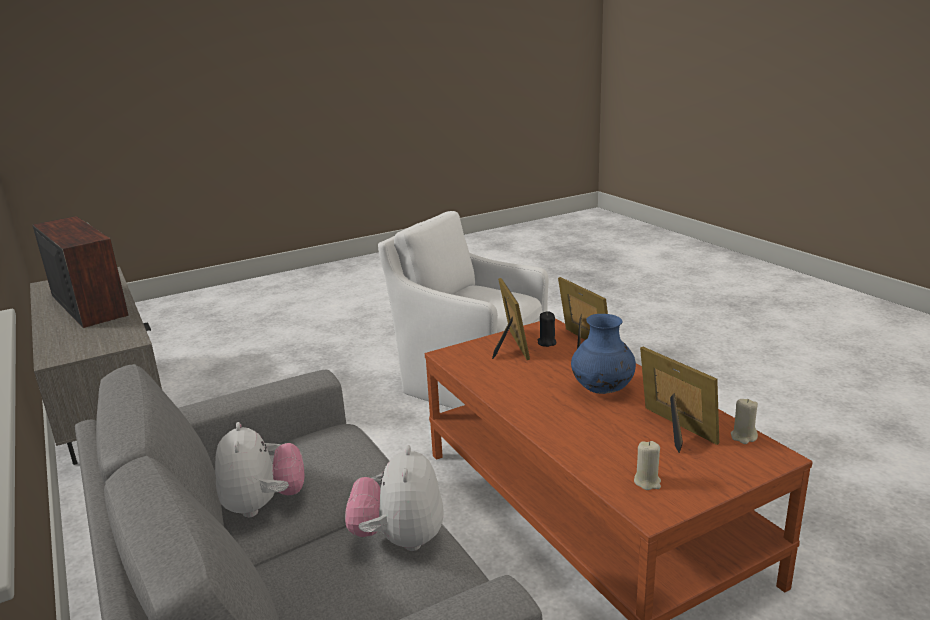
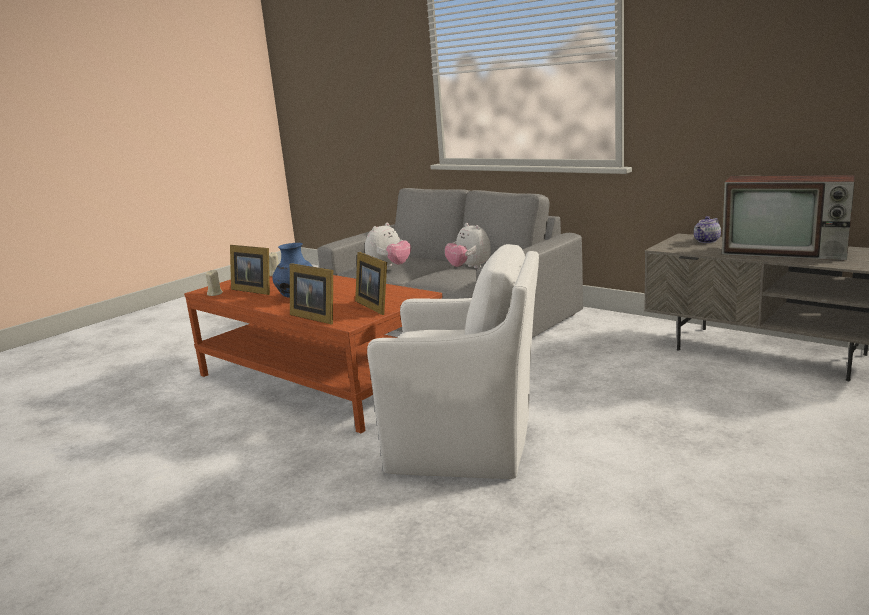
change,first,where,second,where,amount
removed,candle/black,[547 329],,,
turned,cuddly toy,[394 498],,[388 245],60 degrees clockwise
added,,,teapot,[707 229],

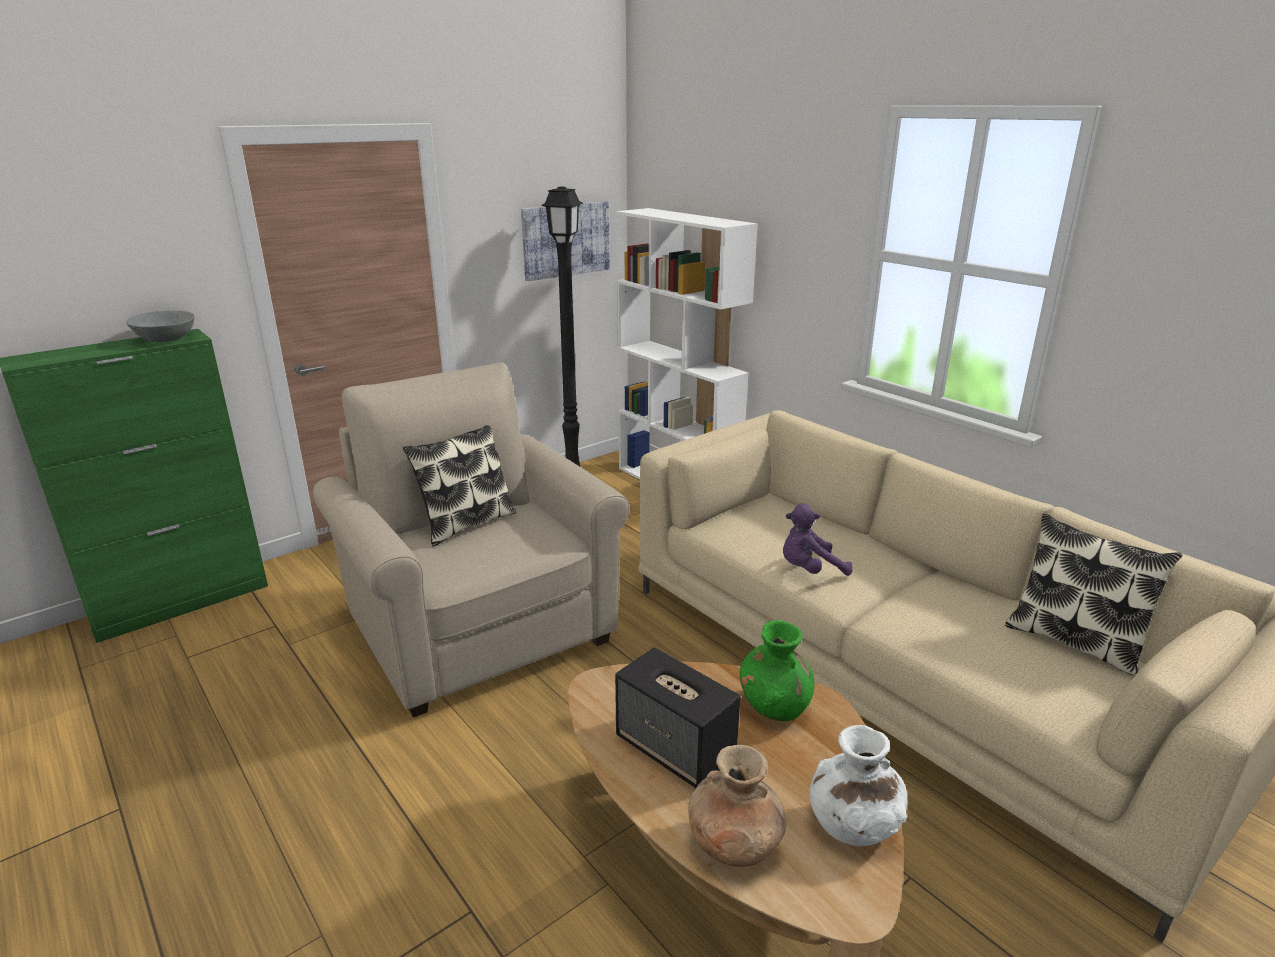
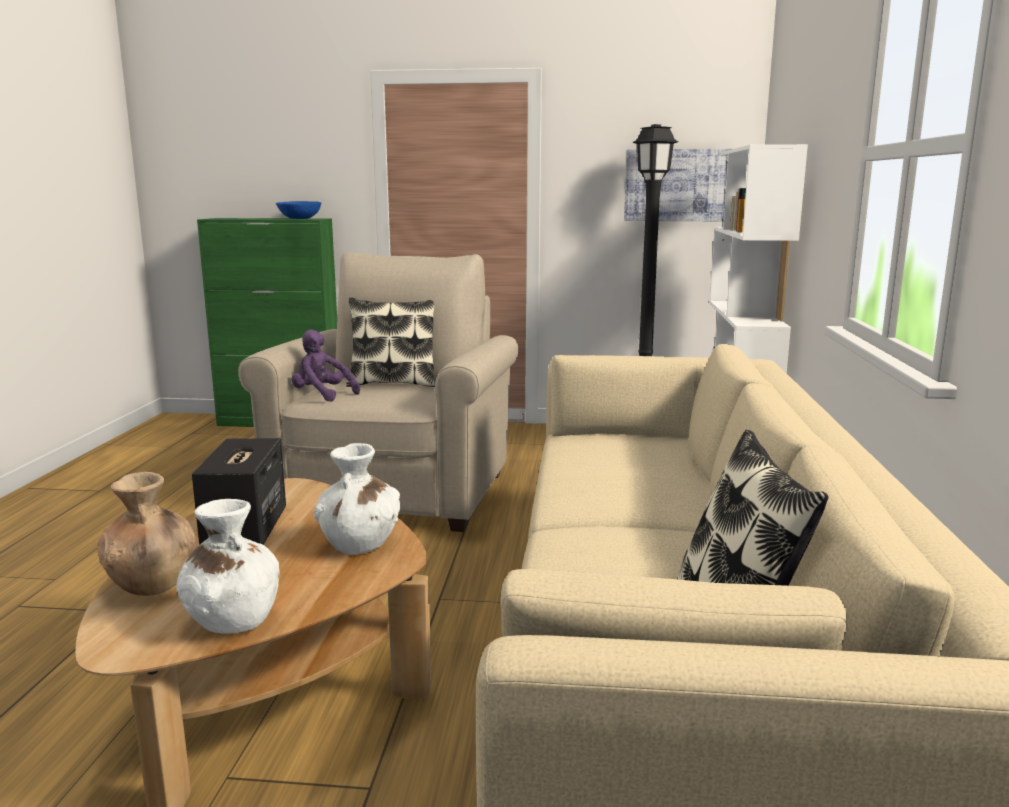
change,first,where,second,where,amount
recoloured,bowl/grey,[160 326],bowl/blue,[298 210],
moved,cuddly toy/purplish,[817 540],,[325 365],
recoloured,flower vase/green-coloured,[777 670],flower vase/whitish,[357 499],

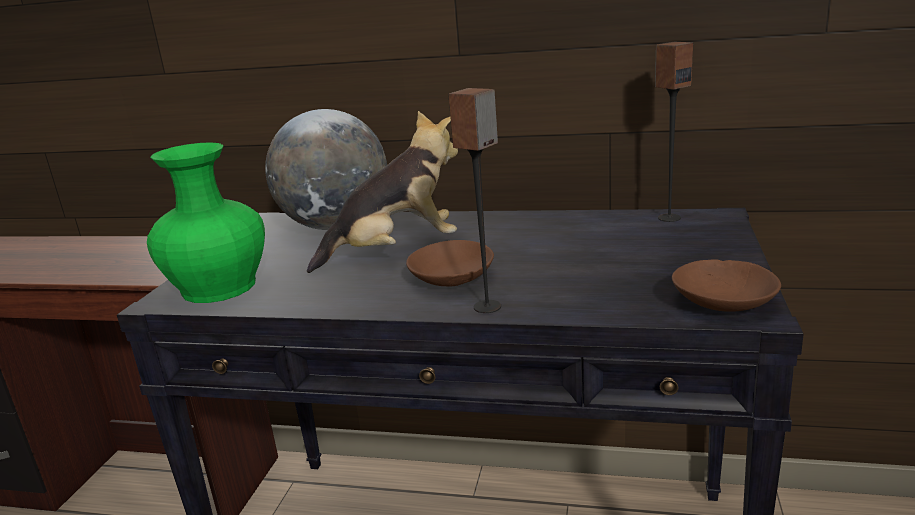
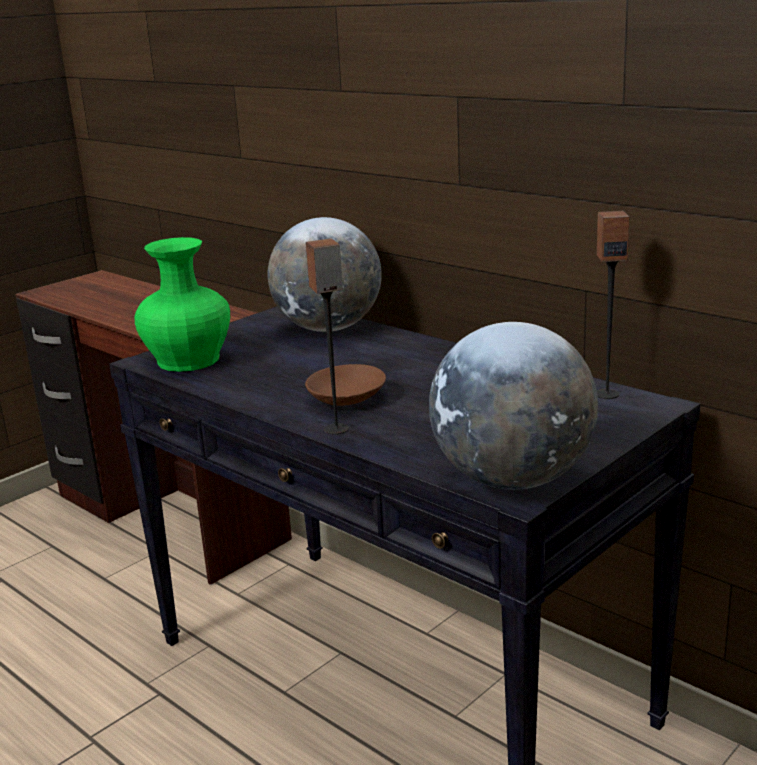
change,first,where,second,where,amount
removed,cuddly toy,[382 192],,,
replaced,bowl/brownish,[726 285],world globe,[513 406],

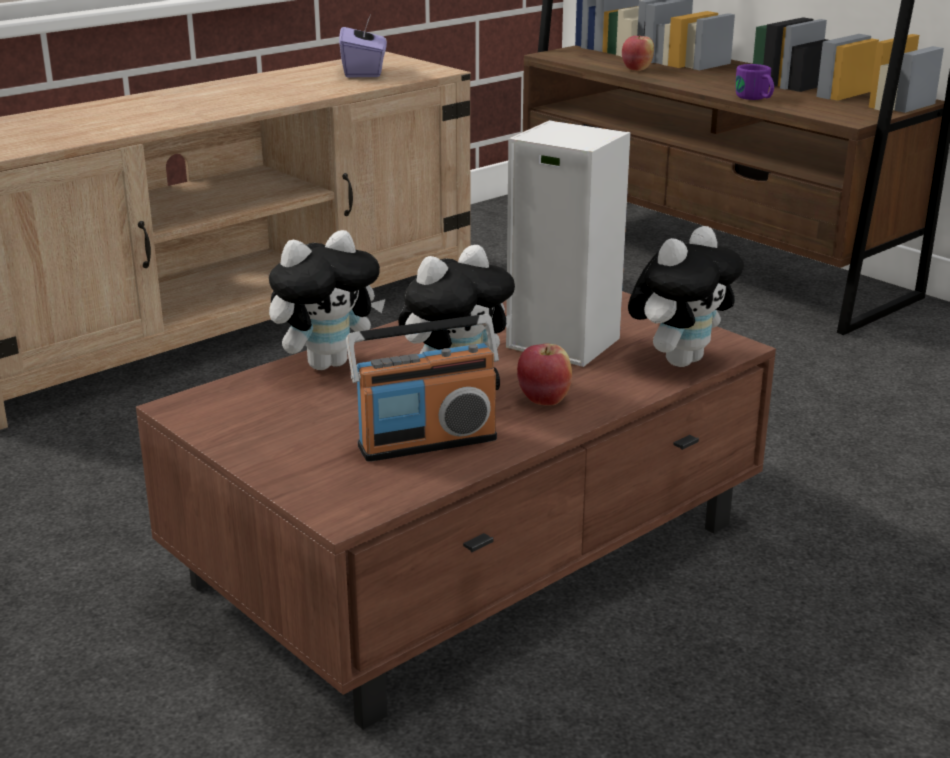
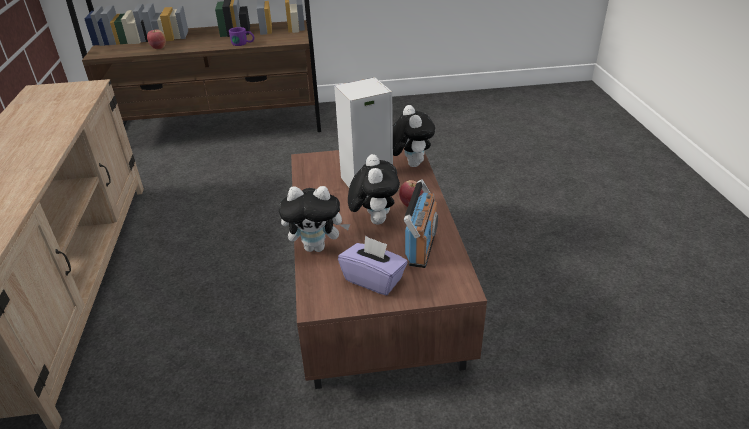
change,first,where,second,where,amount
moved,box of tissues/purplish,[363 46],,[373 265],
turned,cuddly toy,[327 300],,[314 219],90 degrees clockwise

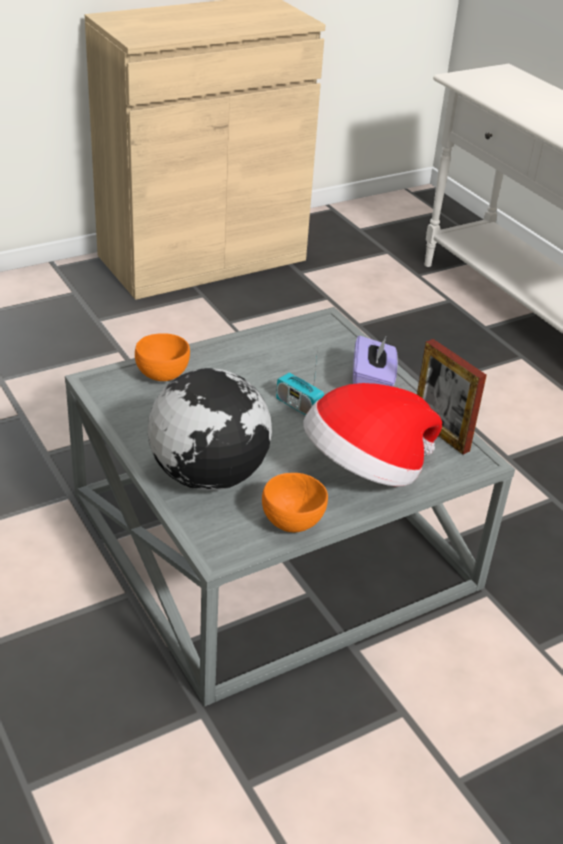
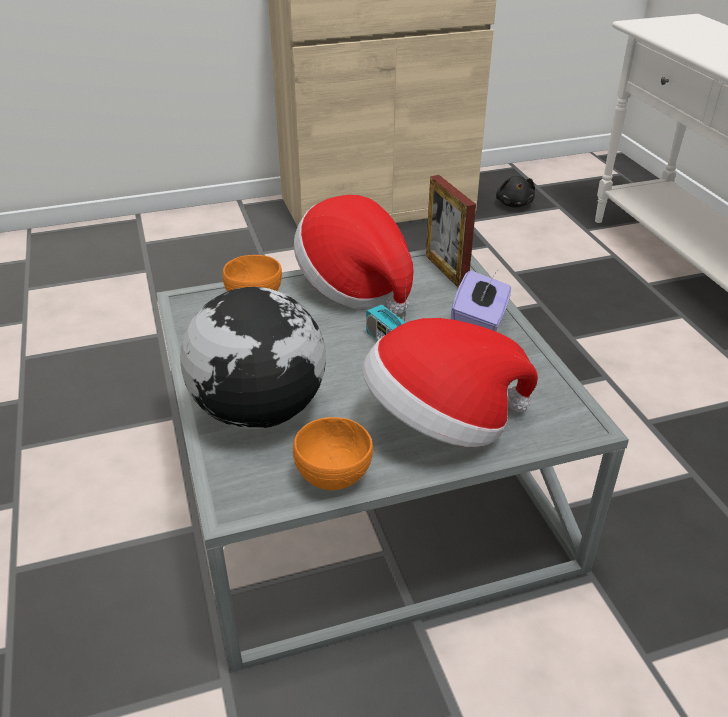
change,first,where,second,where,amount
moved,standing frame,[452 396],,[451 231],
added,,,cuddly toy/black,[515 192],
added,,,wearable hat,[353 254],

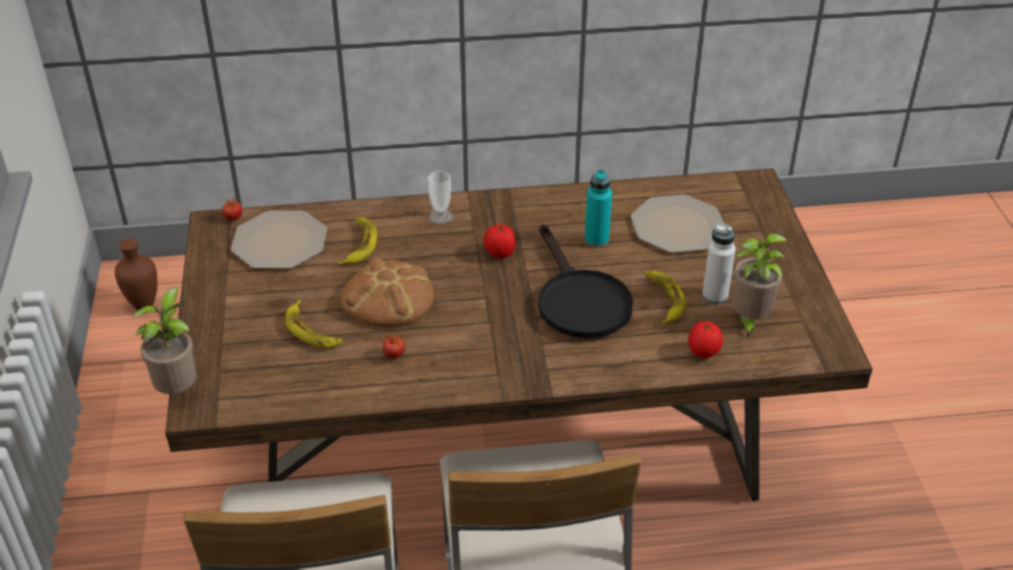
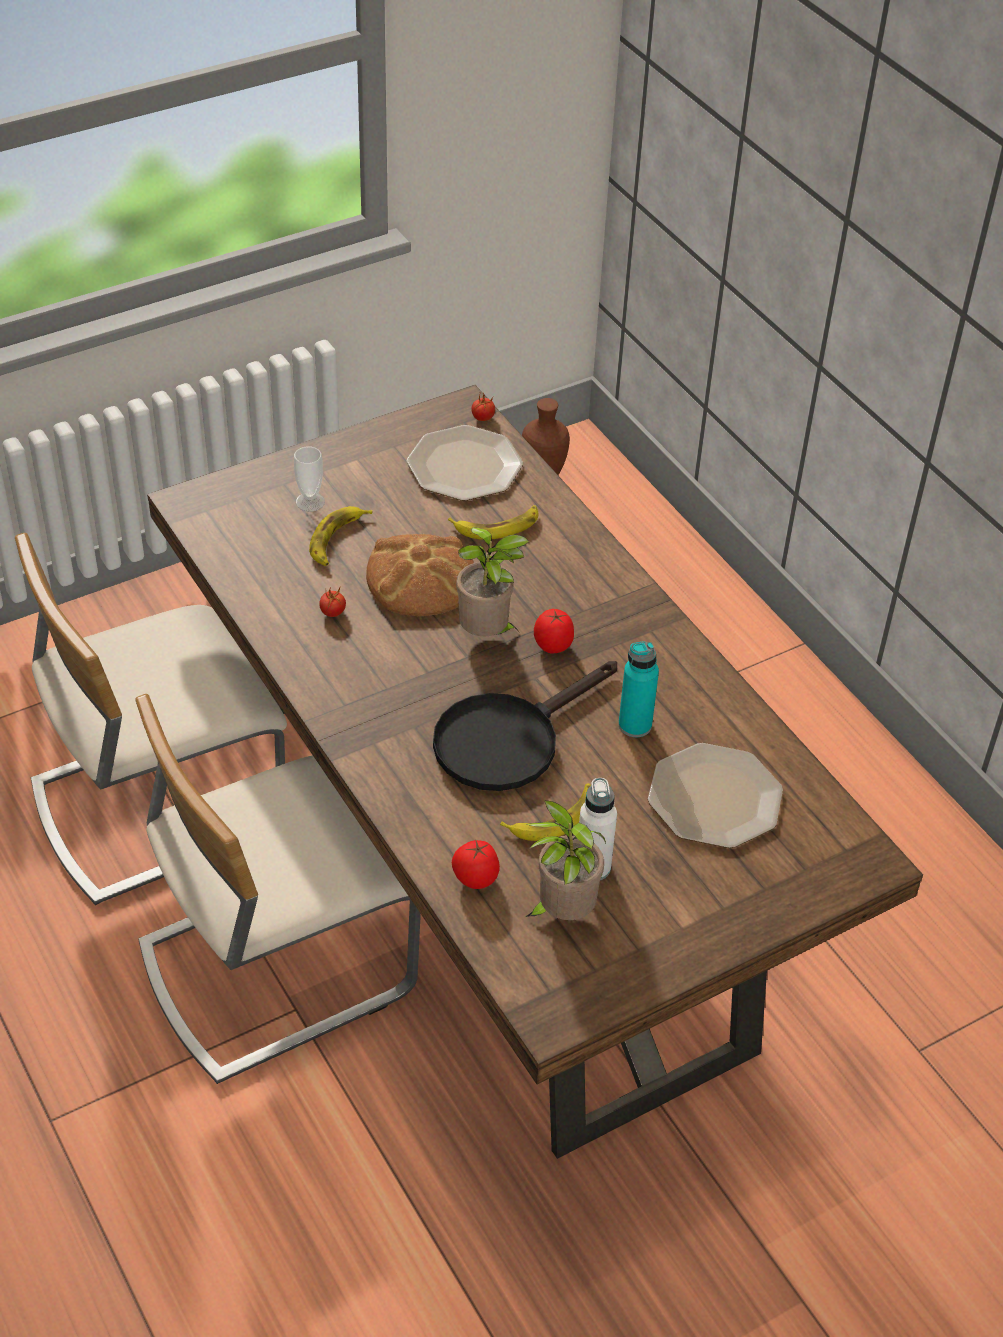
change,first,where,second,where,amount
moved,cup,[440 197],,[309 479],
moved,houseplant,[164 341],,[493 581],

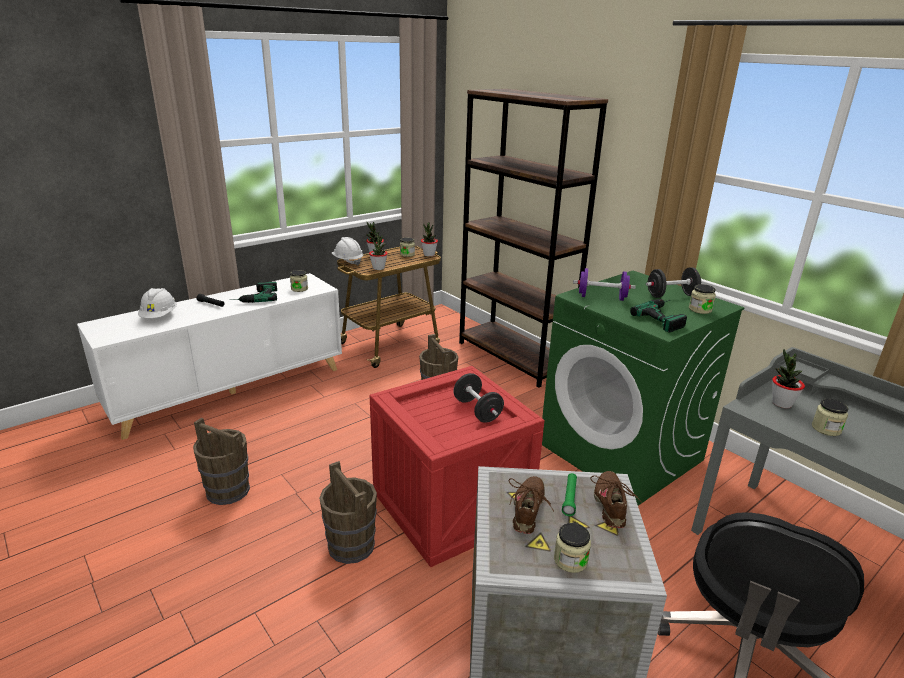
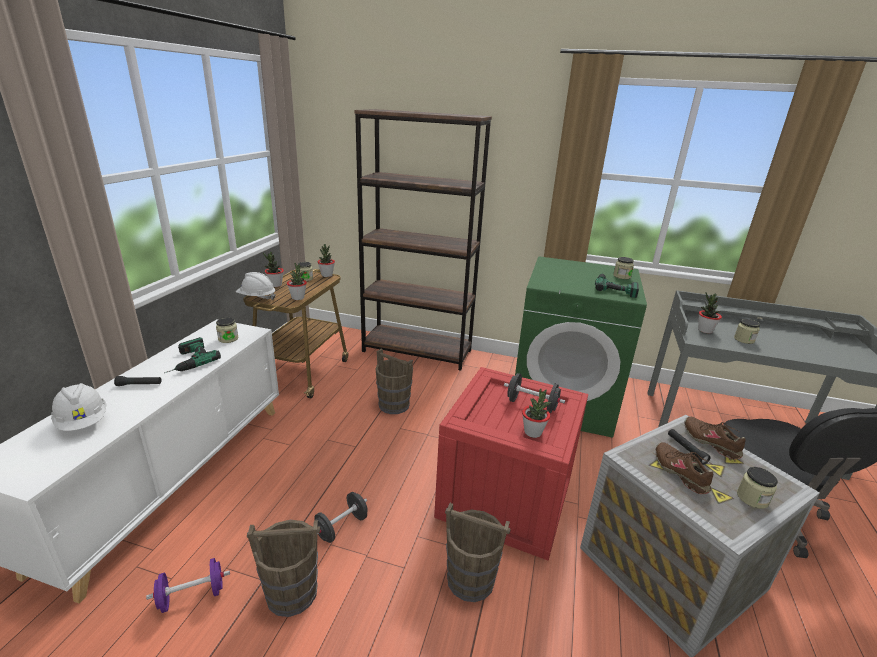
change,first,where,second,where,amount
moved,free weight/black,[674 282],,[341 517],
moved,free weight/purplish,[604 284],,[188 585],
recoloured,hand torch/green-coloured,[569 494],hand torch/black,[689 447],
added,,,houseplant,[537 413],

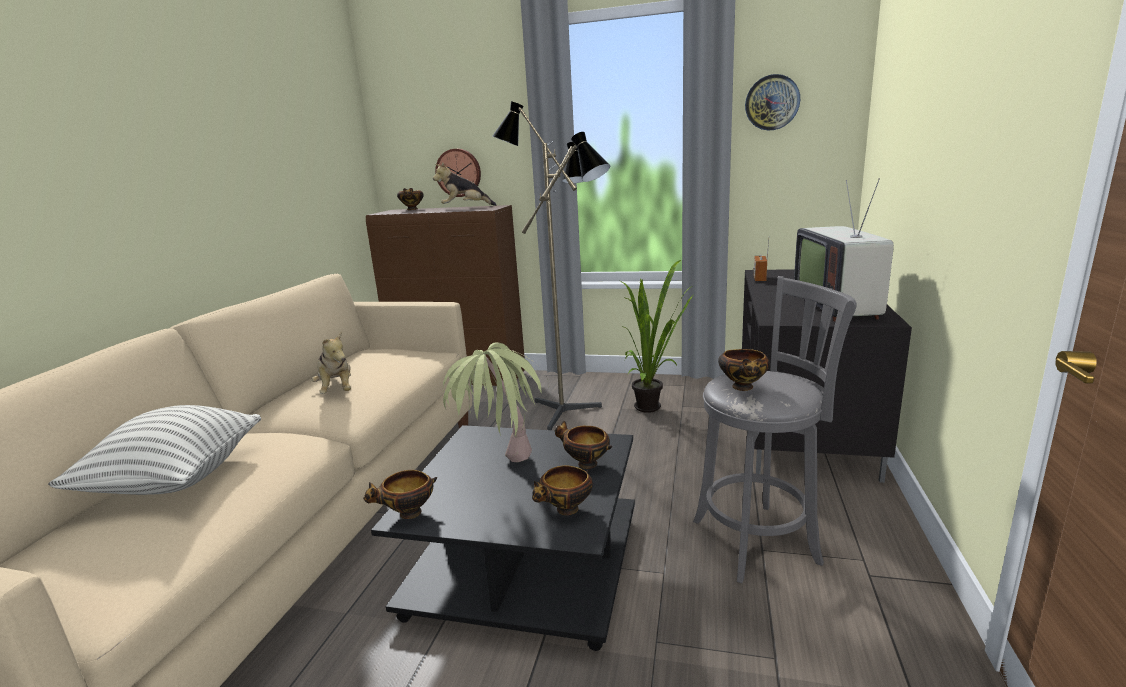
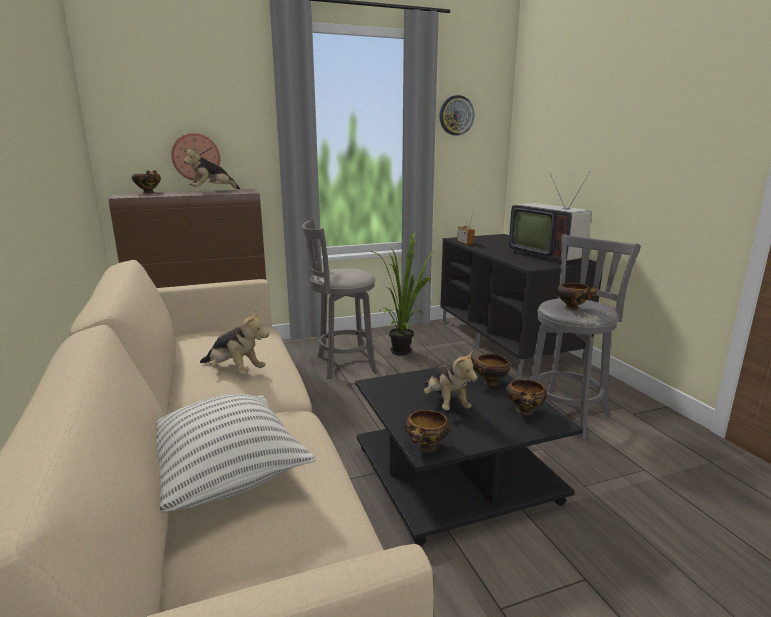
change,first,where,second,where,amount
replaced,standing lamp,[551 265],sitting stool/grey,[339 299],
replaced,houseplant,[495 402],cuddly toy,[451 380],

